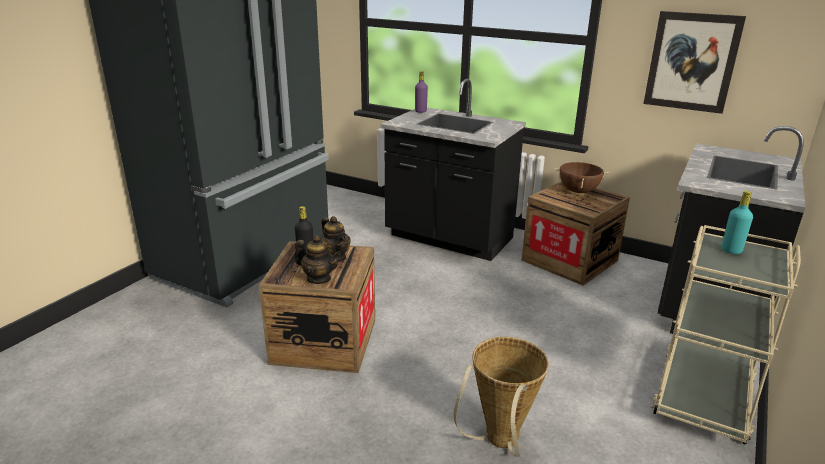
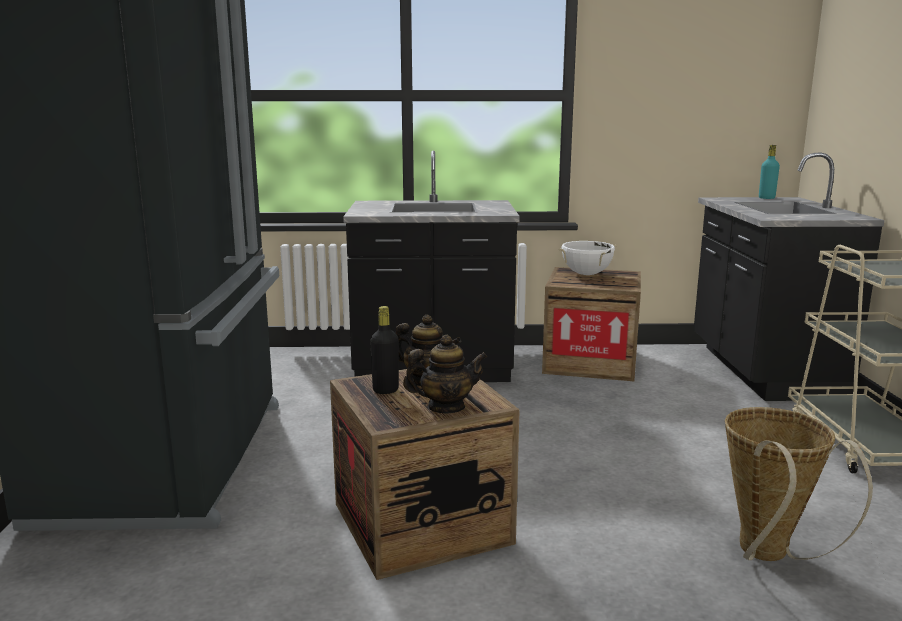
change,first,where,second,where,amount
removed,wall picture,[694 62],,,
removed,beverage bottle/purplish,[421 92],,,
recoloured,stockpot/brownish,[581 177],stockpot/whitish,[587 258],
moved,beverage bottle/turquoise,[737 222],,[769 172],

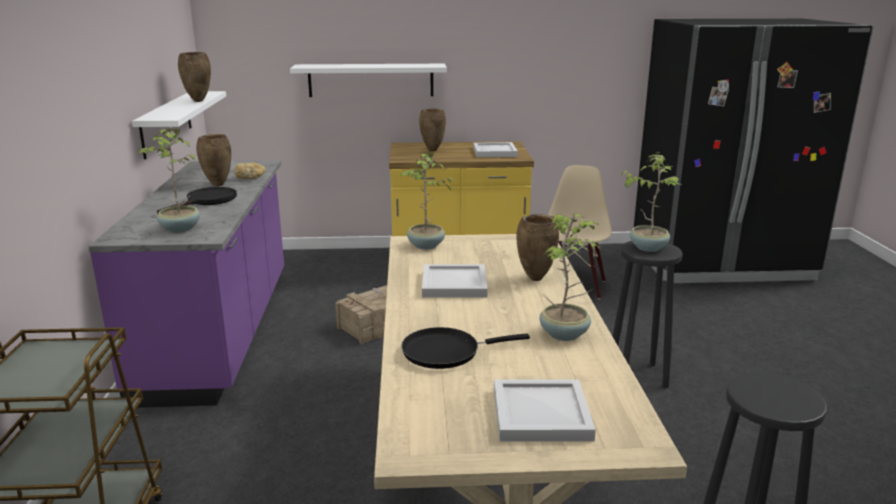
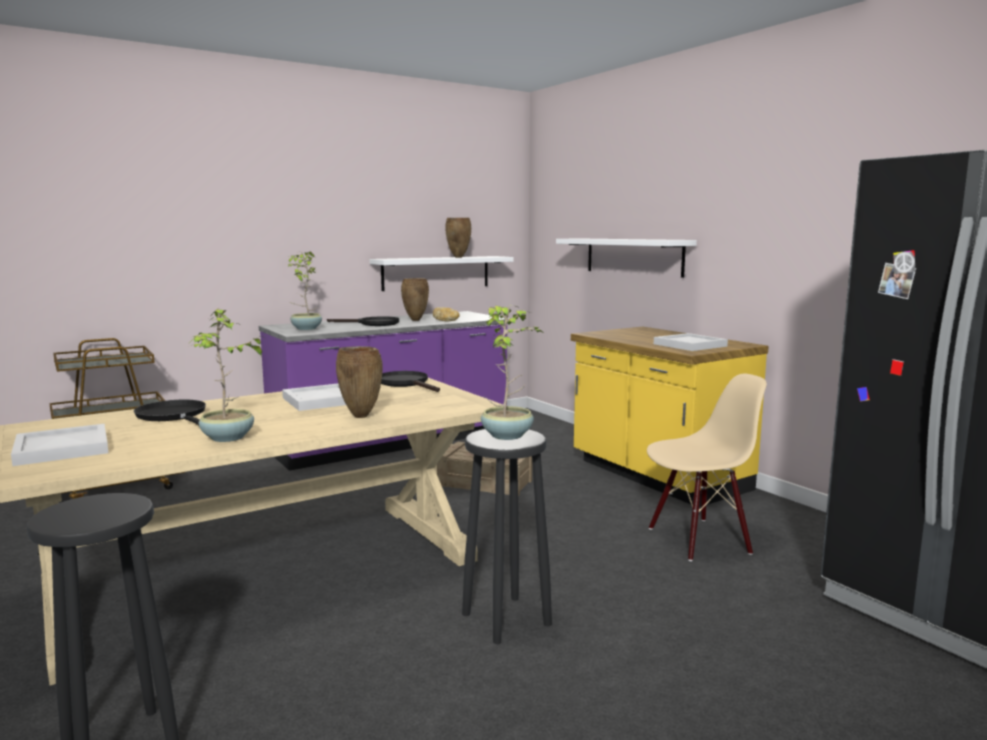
change,first,where,second,where,amount
removed,flower vase/brownish,[432 130],,,
replaced,houseplant,[427 200],frying pan/black,[410 381],

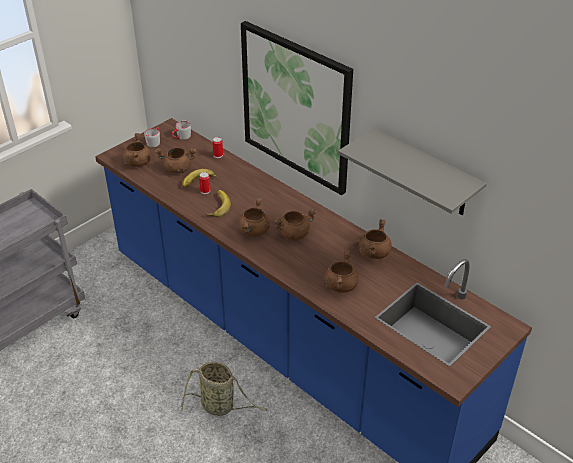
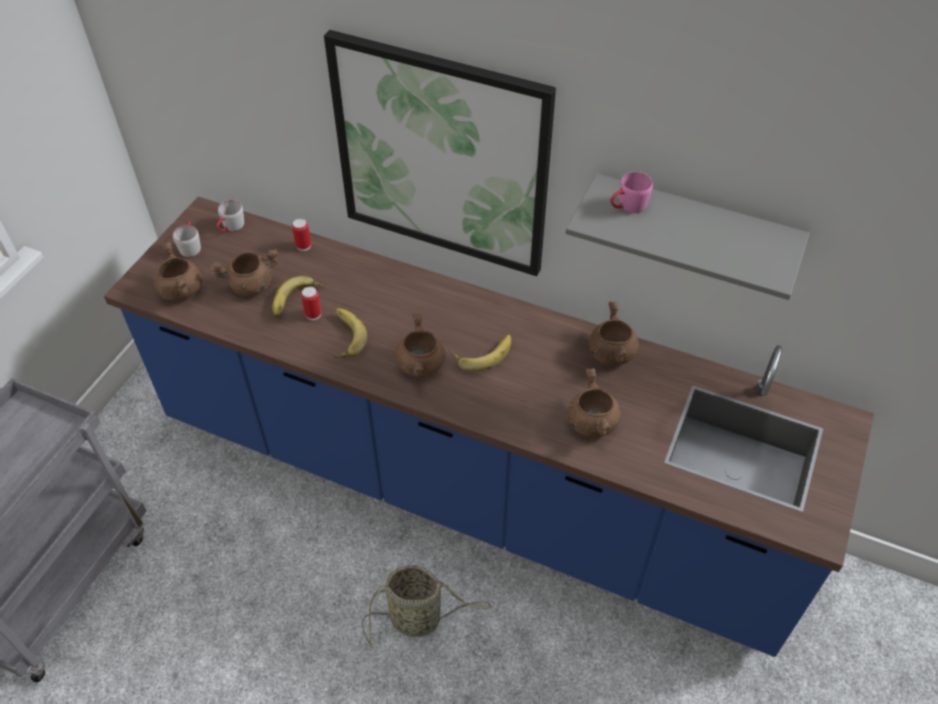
change,first,where,second,where,amount
replaced,stockpot/brownish,[295 224],whole banana,[481 353],
added,,,tea mug/pink,[631 192],

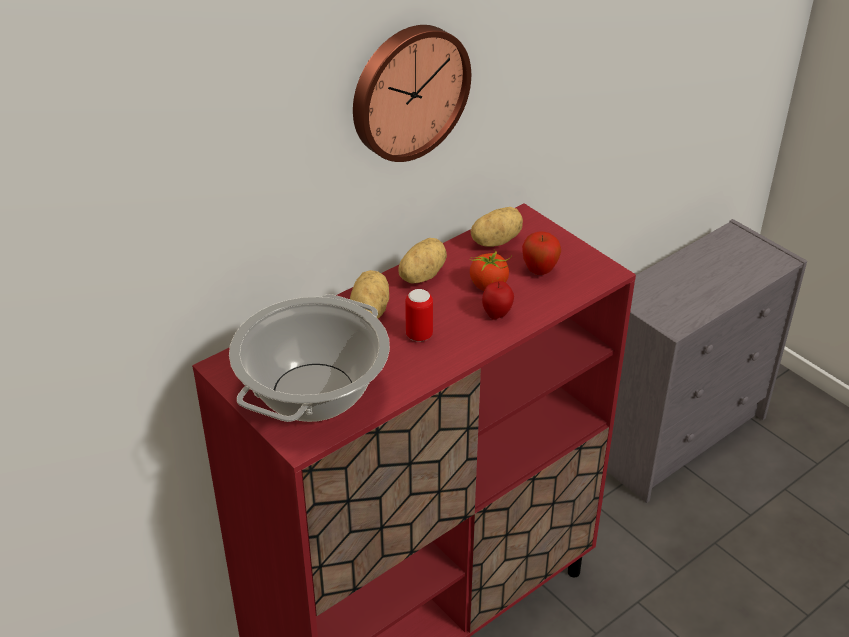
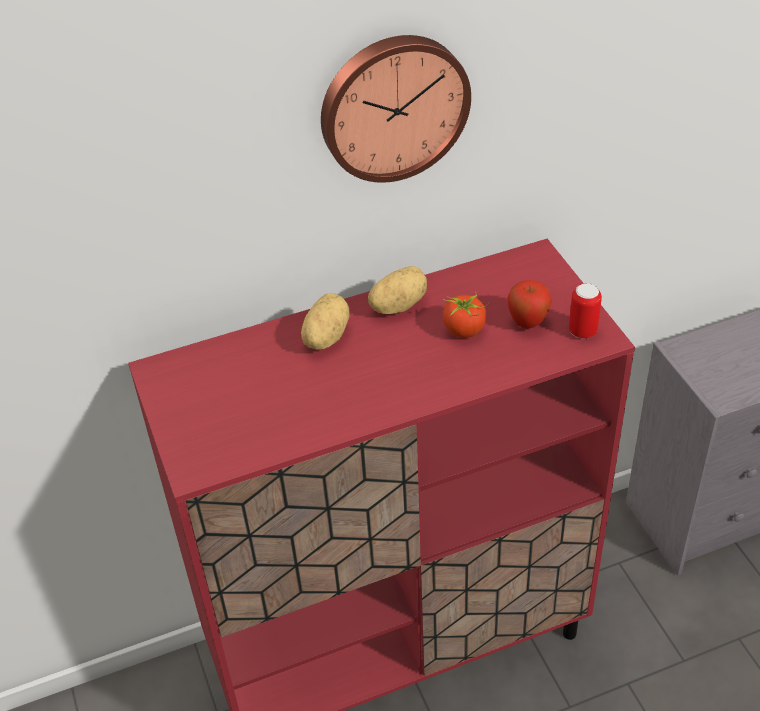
change,first,where,second,where,amount
removed,whole potato,[497 227],,,
removed,apple fruit,[498 300],,,
moved,can,[419 315],,[585 311],
removed,stockpot,[309 358],,,

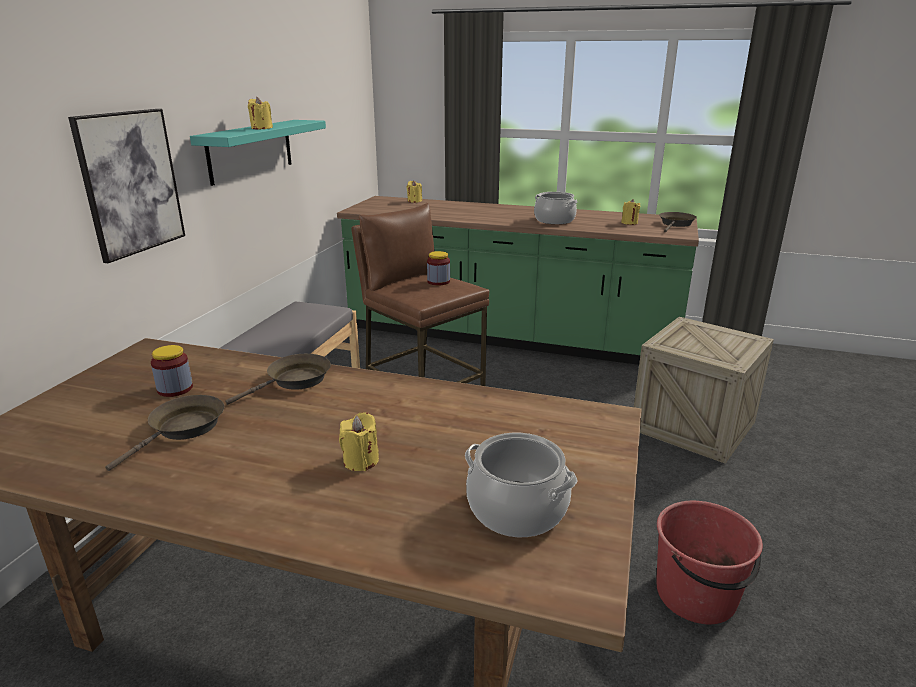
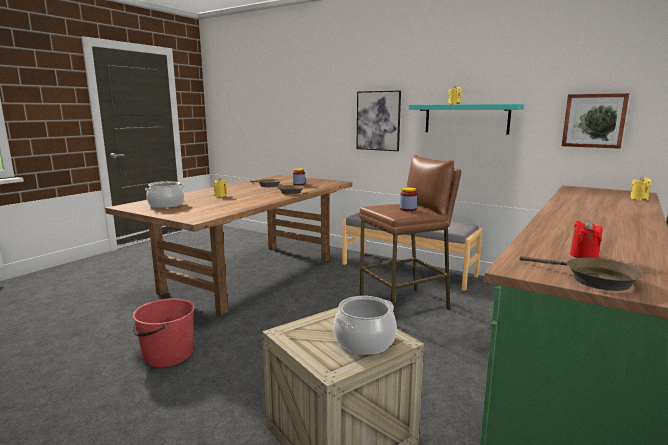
change,first,where,second,where,amount
moved,stockpot,[556 208],,[365 325],
recoloured,candle/yellow,[630 212],candle/red-coloured,[586 239],
added,,,wall picture,[595 121],

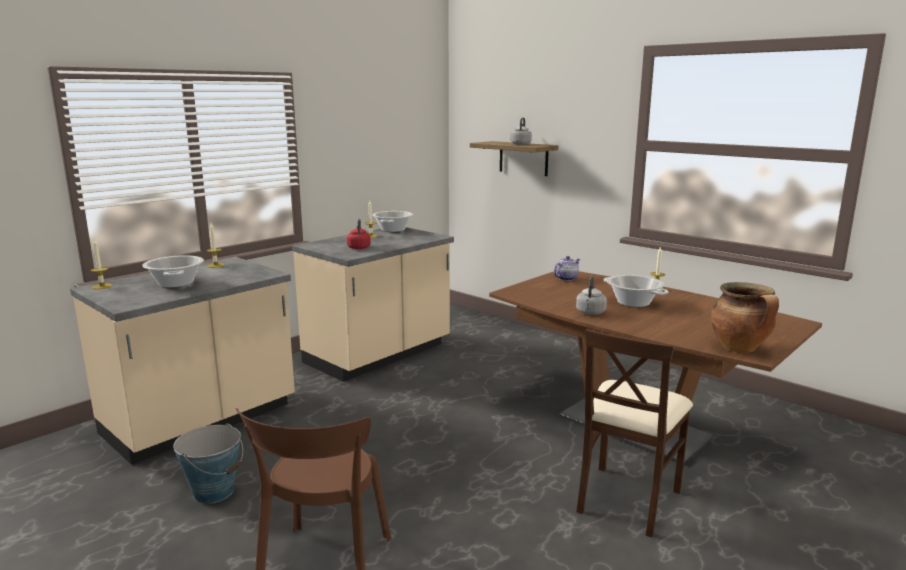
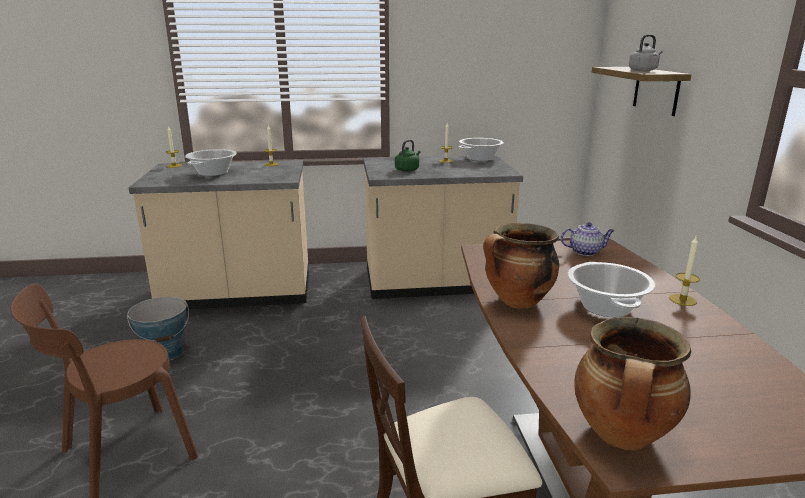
change,first,where,second,where,amount
recoloured,water kettle/red-coloured,[359 234],water kettle/green-coloured,[407 156],
replaced,water kettle/grey,[591 295],stockpot,[521 265],

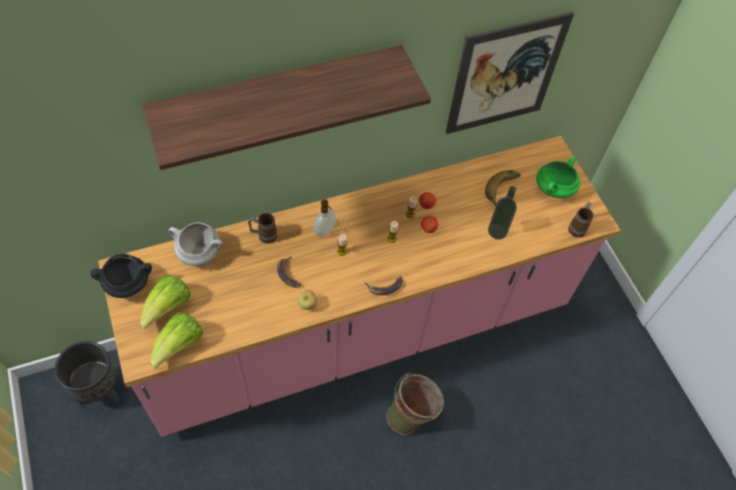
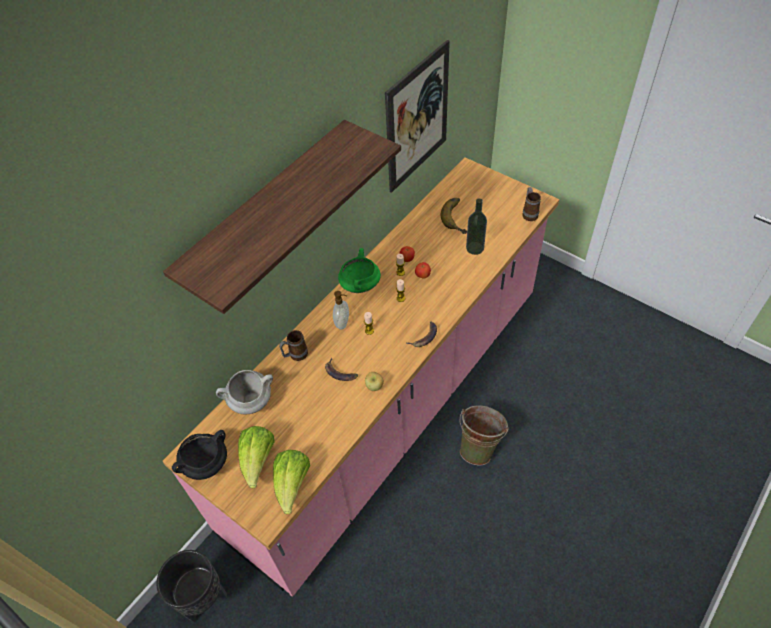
change,first,where,second,where,amount
moved,stockpot/green-coloured,[558 177],,[359 270],

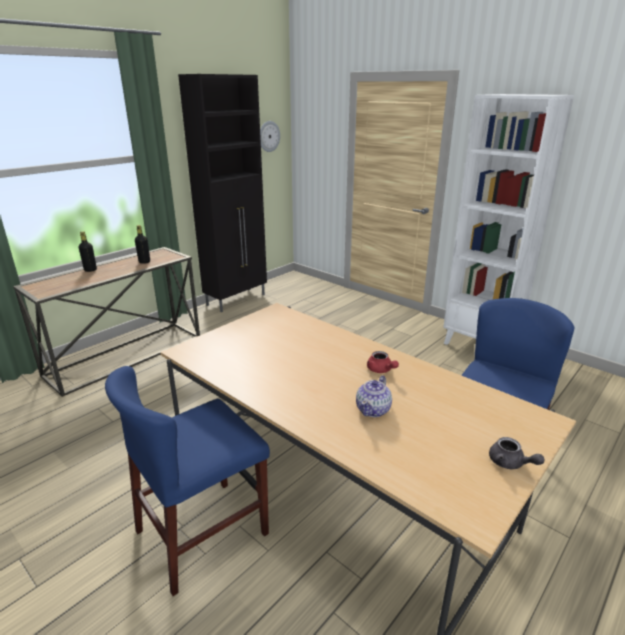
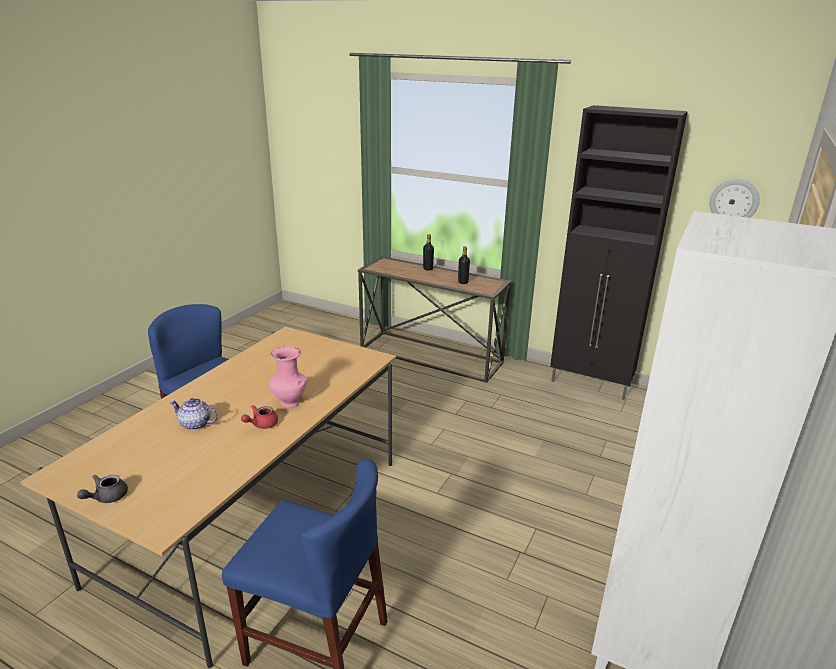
change,first,where,second,where,amount
added,,,flower vase/pink,[288 377],

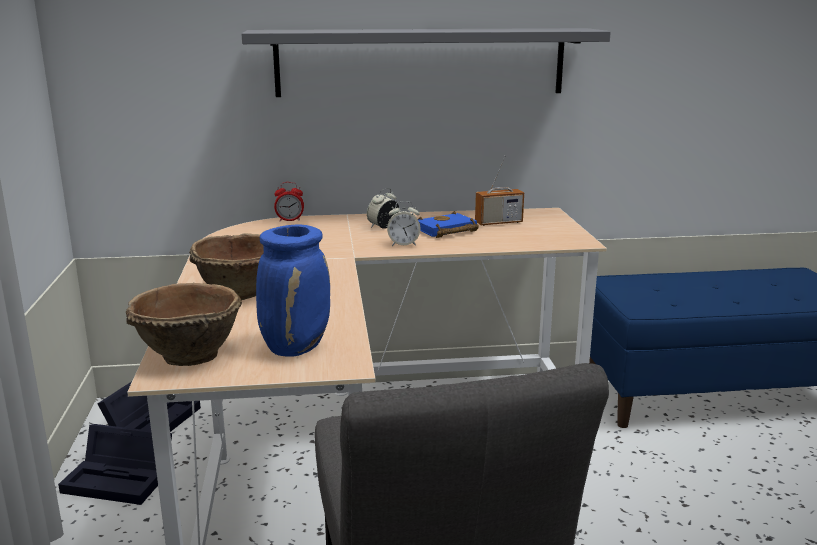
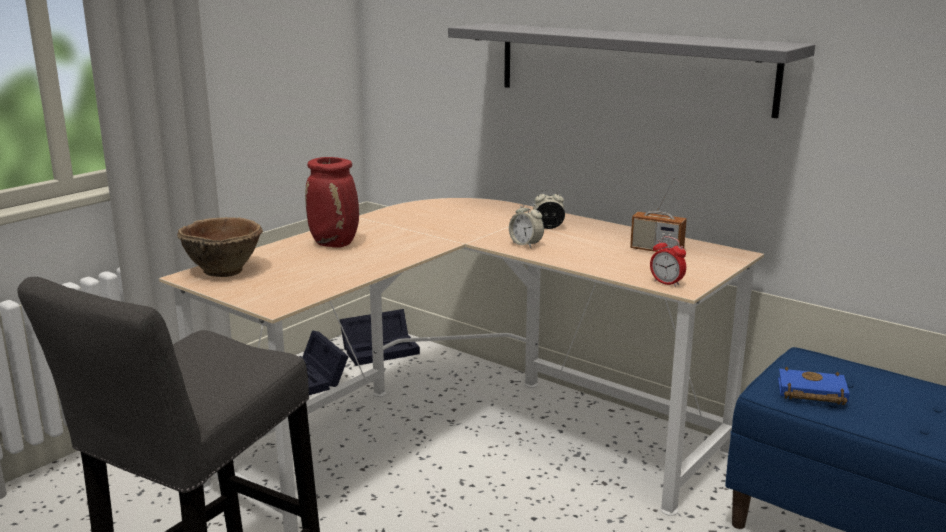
change,first,where,second,where,amount
moved,alarm clock,[289 201],,[668 261],
moved,bound book/blue,[448 224],,[814 386],
removed,flower vase/blue,[293 290],,,
replaced,bowl/brownish,[226 266],flower vase/red-coloured,[332 202],

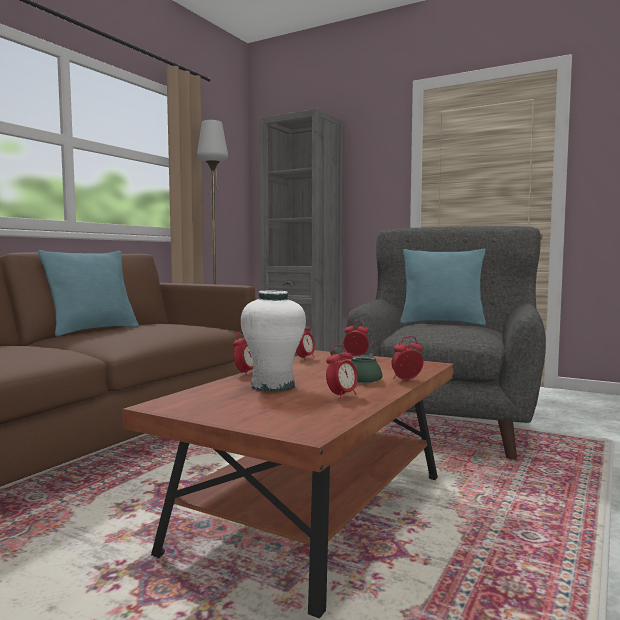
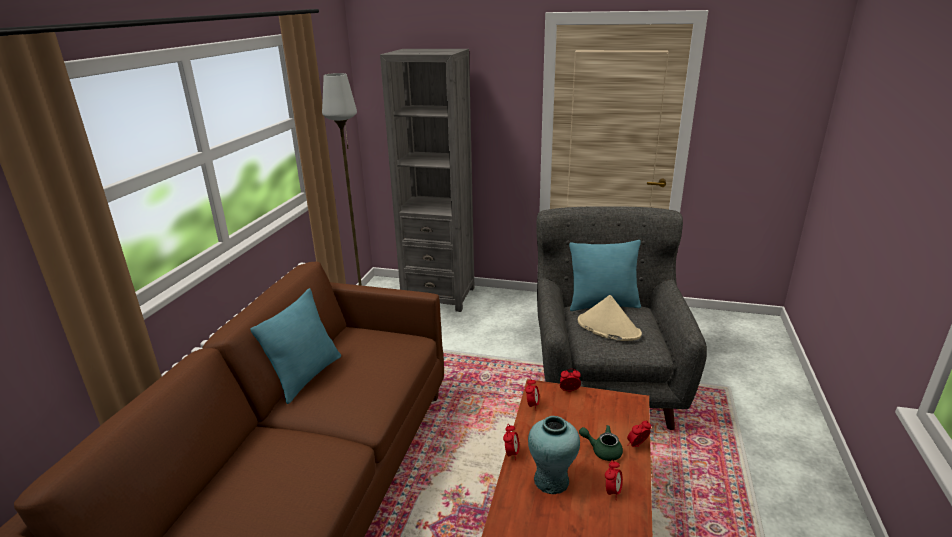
change,first,where,second,where,amount
recoloured,flower vase/whitish,[273 341],flower vase/turquoise,[554 455],
added,,,wearable hat/beige-coloured,[610 318],

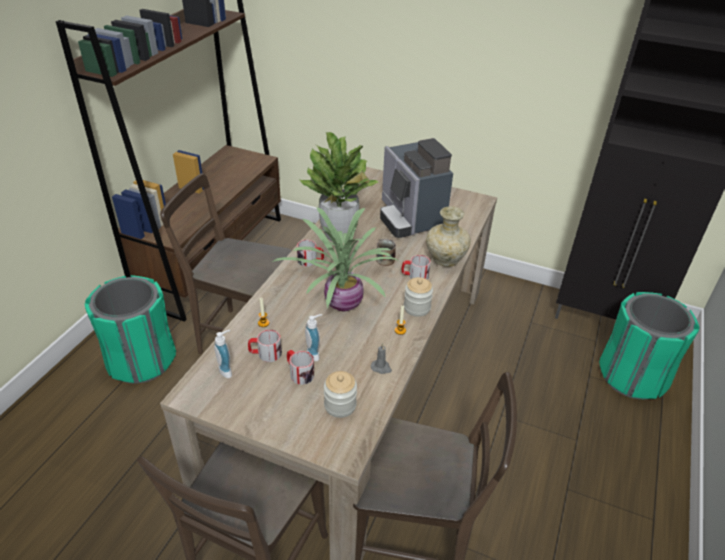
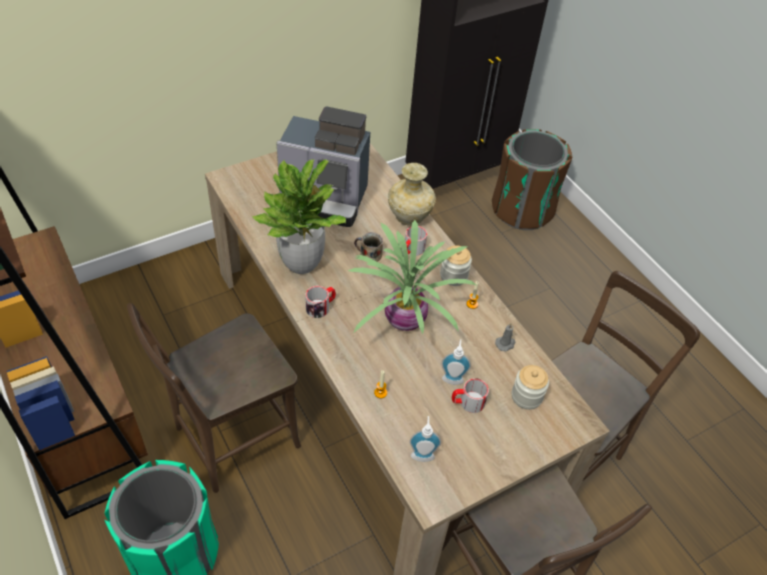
change,first,where,second,where,amount
recoloured,rubbish bin/green-coloured,[649 345],rubbish bin/brownish,[532 179],
removed,tea mug,[265 346],,,

